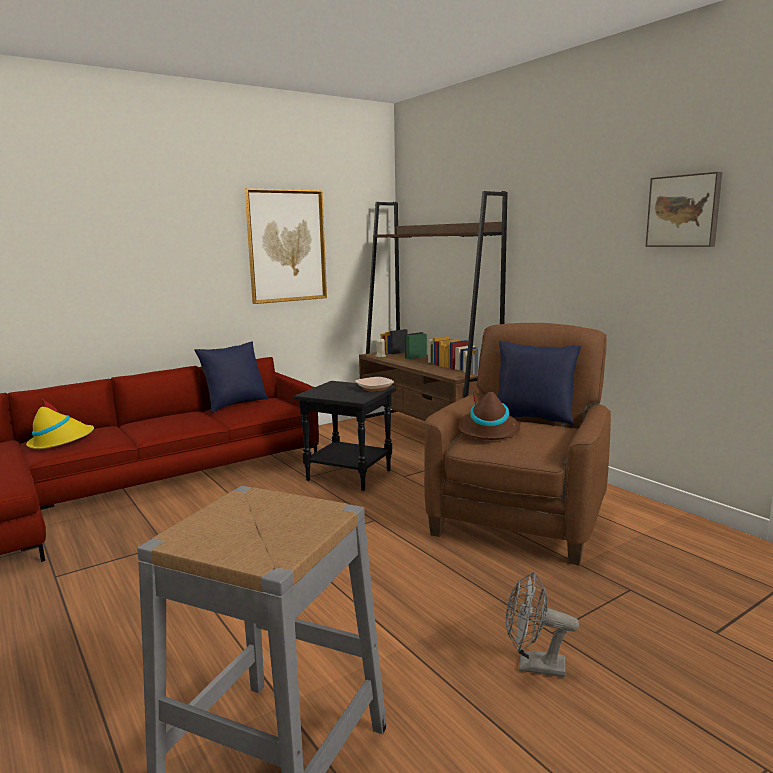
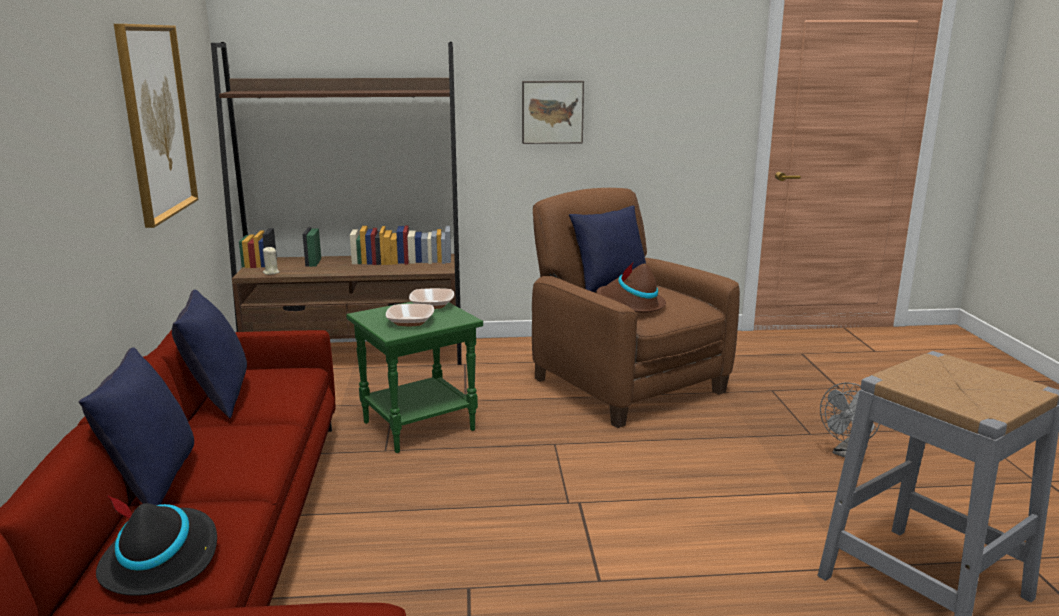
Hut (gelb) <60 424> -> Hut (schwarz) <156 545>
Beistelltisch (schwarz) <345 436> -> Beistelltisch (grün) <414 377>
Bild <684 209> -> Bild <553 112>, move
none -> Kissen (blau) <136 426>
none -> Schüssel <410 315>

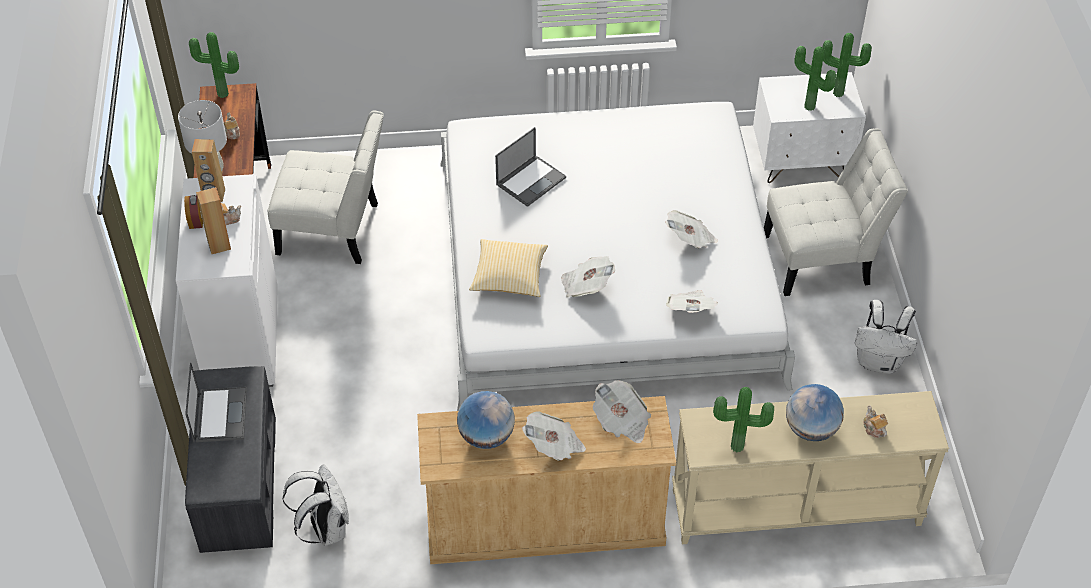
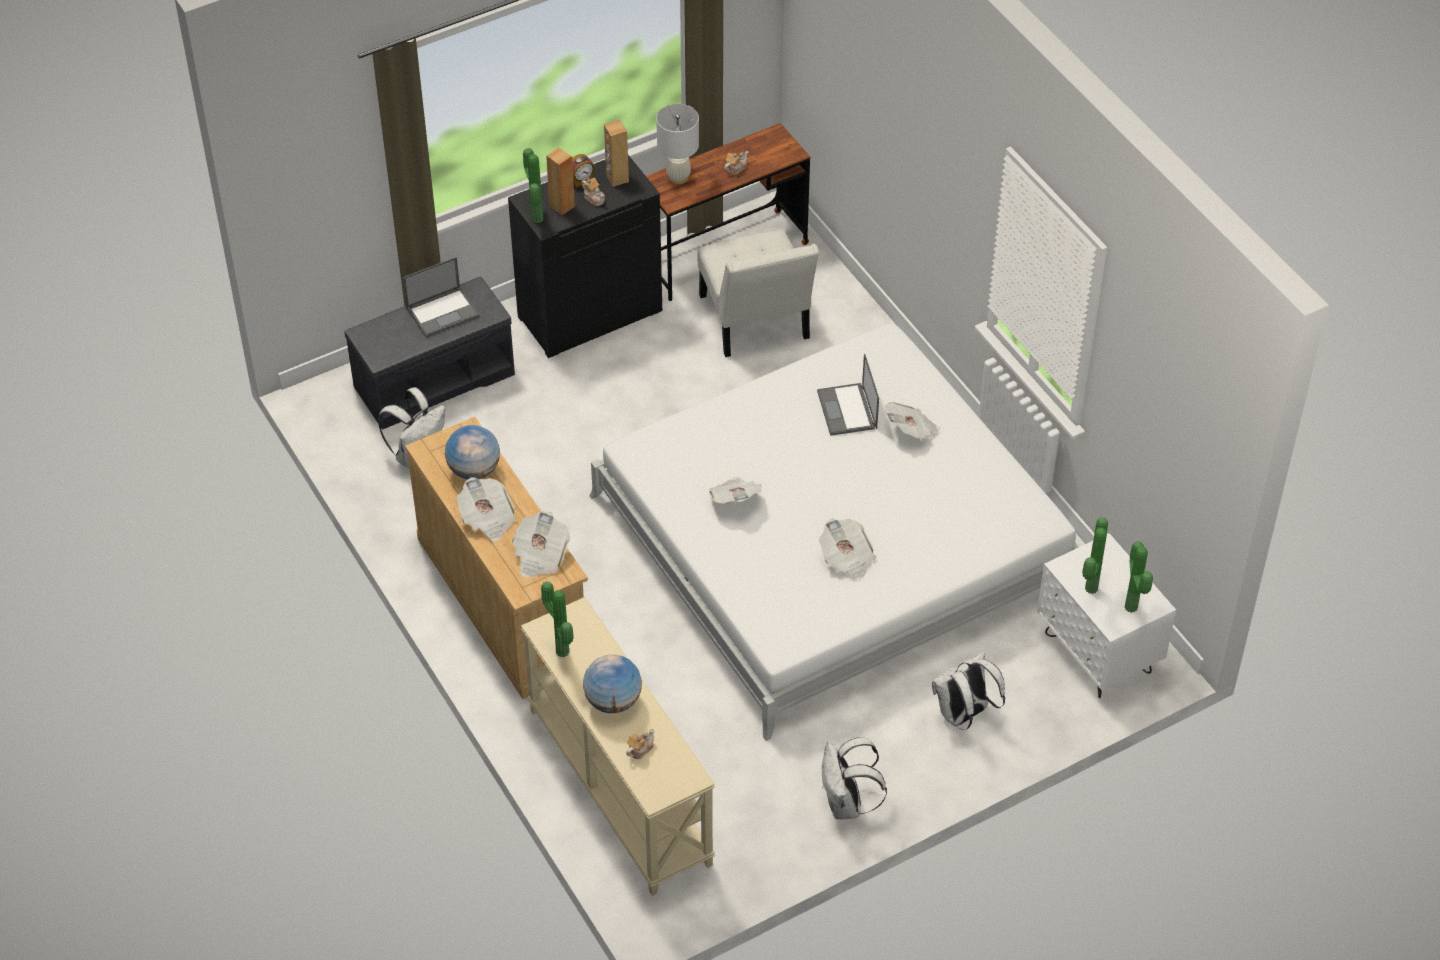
Schrank (weiß) <227 280> -> Schrank (schwarz) <585 256>
Topfpflanze <214 65> -> Topfpflanze <533 185>, move
Kissen <508 268> -> none
Laptop <530 167> -> Laptop <848 395>, 60 degrees clockwise
Zeitung <692 301> -> Zeitung <912 421>, move
Stuhl (weiß) <836 212> -> Rucksack (weiß) <968 690>

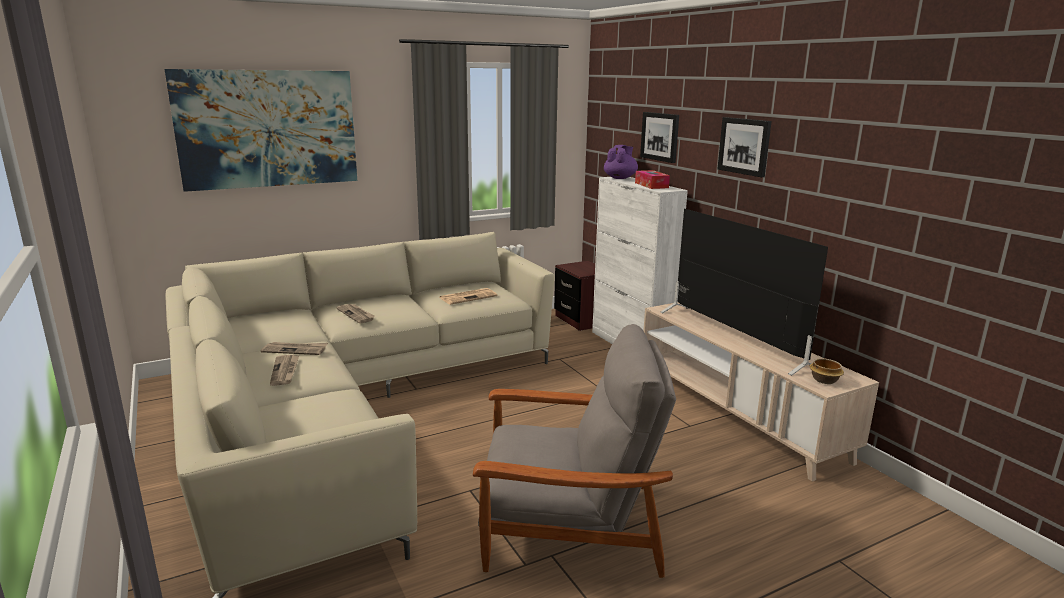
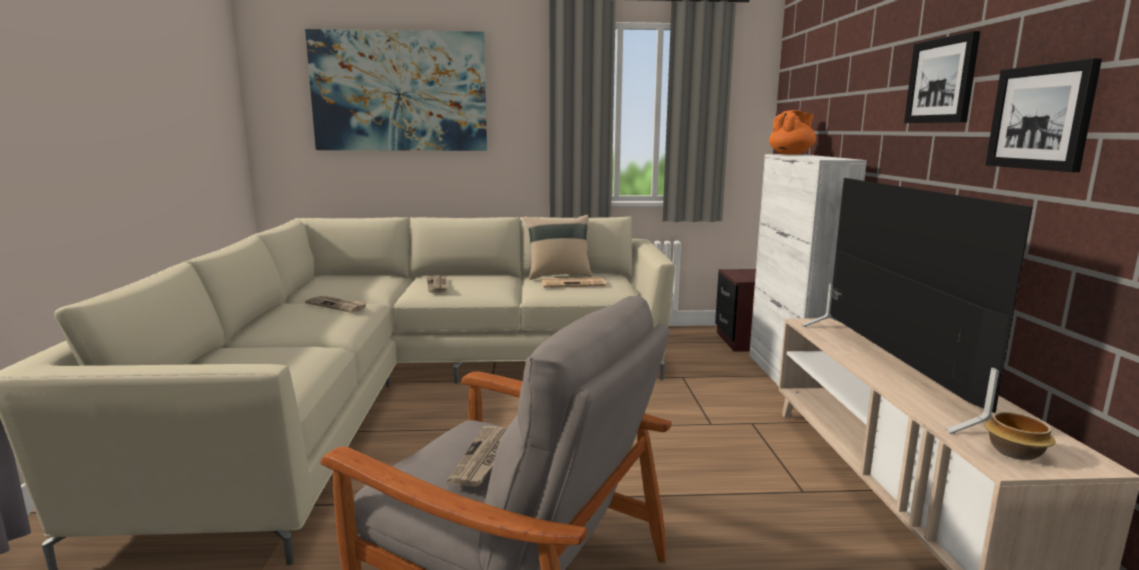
Zeitung <284 370> -> Zeitung <477 456>, move
Teekanne (lila) <621 162> -> Teekanne (orange) <792 132>
Taschentuchbox <652 179> -> none
Bild <659 137> -> Bild <1044 115>, move
none -> Kissen (beige) <558 247>

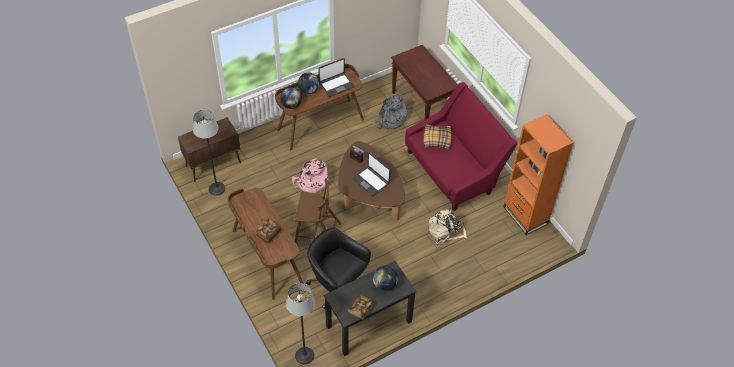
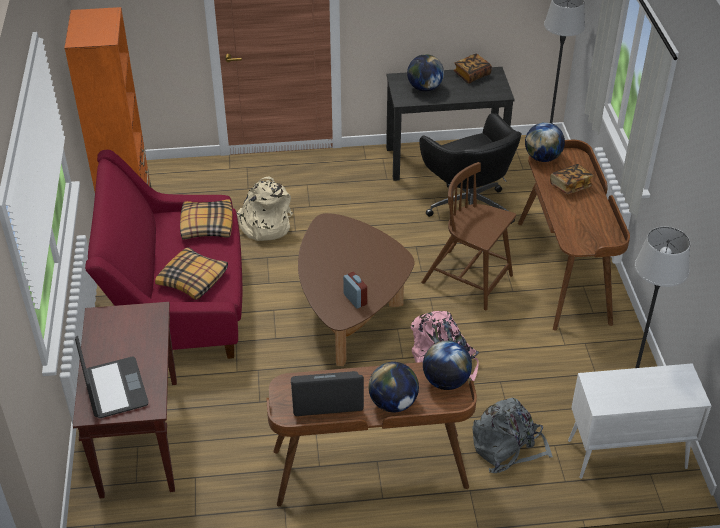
Schrank (braun) <209 149> -> Schrank (weiß) <639 421>
Laptop <371 174> -> Laptop <111 376>, move
Rucksack (grau) <389 111> -> Rucksack (grau) <512 435>, move
none -> Kissen <206 219>
none -> Globus <545 142>

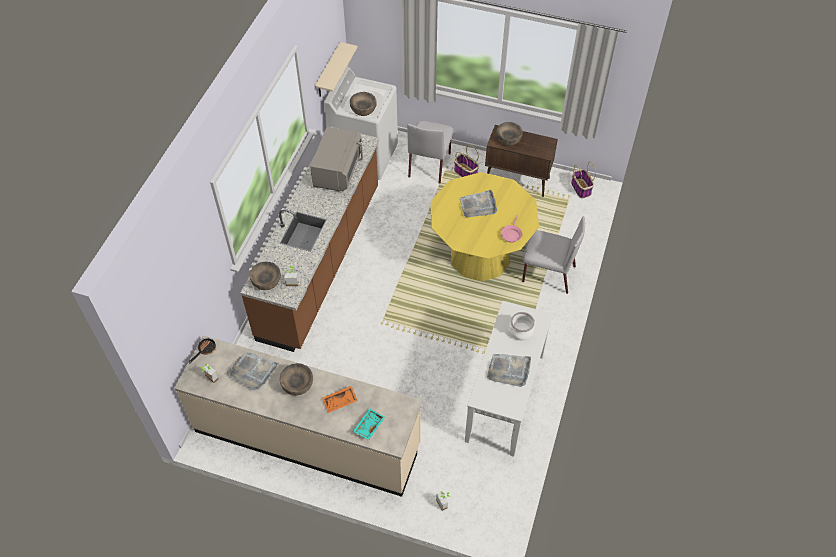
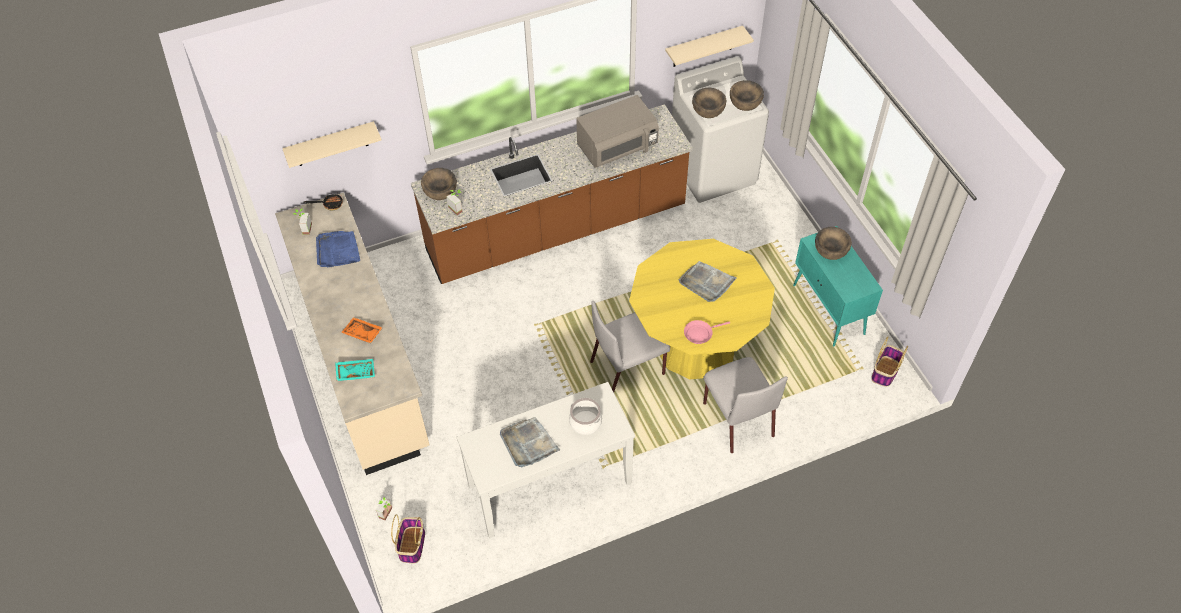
Tablett (grau) <253 371> -> Tablett (blau) <338 249>
Schüssel (braun) <296 379> -> Schüssel (braun) <747 95>, move
Stuhl (grau) <430 152> -> Stuhl (grau) <630 346>, move
Korb <466 161> -> Korb <408 538>, move
Schrank (braun) <521 161> -> Schrank (türkis) <838 286>
none -> Wandregal (beige) <332 144>

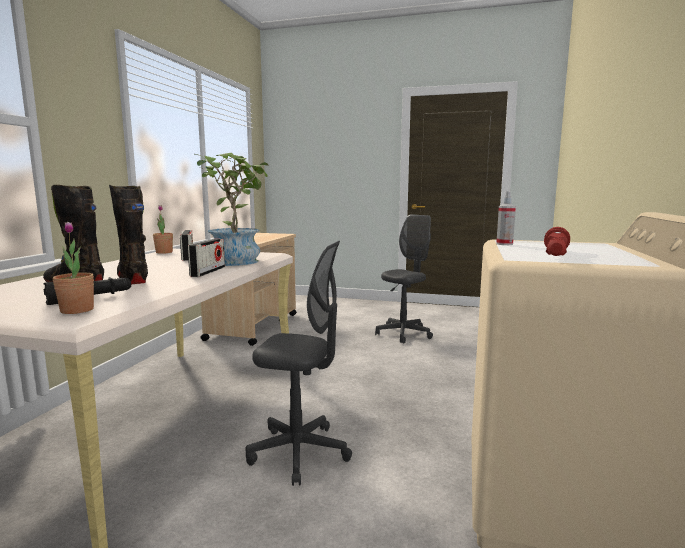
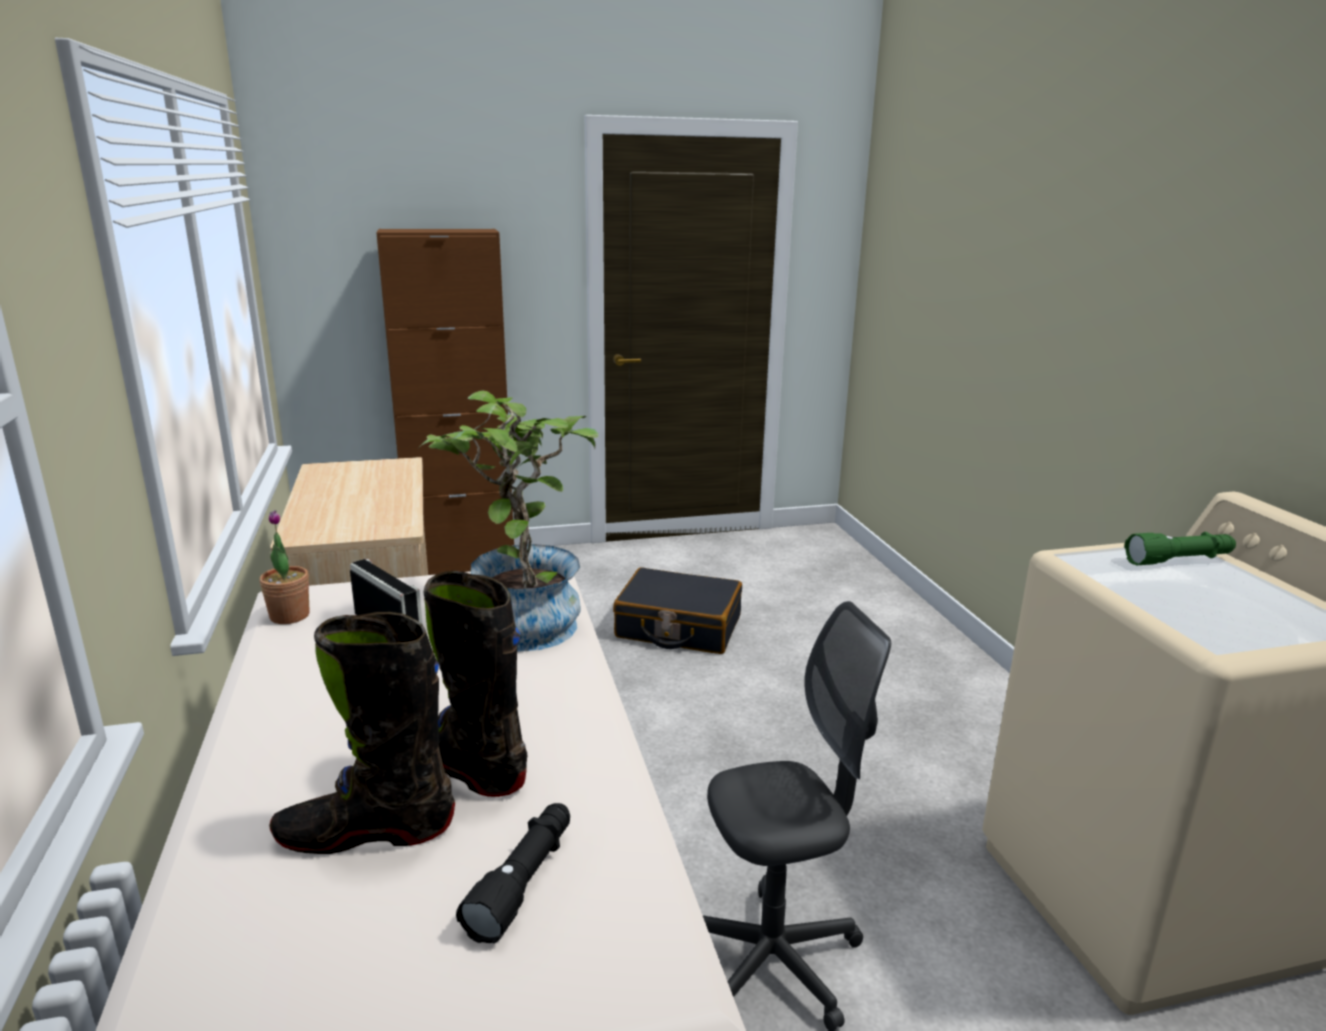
Topfpflanze <73 268> -> none
Radio <206 258> -> none
Bürostuhl (grau) <404 278> -> Koffer (schwarz) <677 610>
Sprühflasche <506 218> -> none
Taschenlampe (rot) <557 241> -> none
none -> Schrank (braun) <445 402>
none -> Taschenlampe (grün) <1180 548>

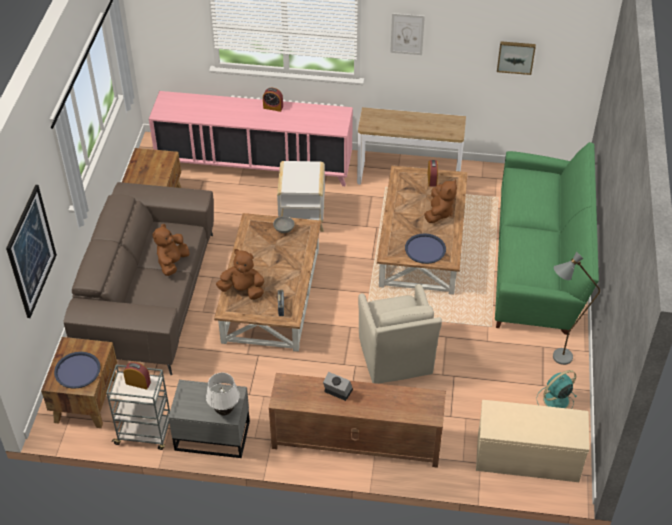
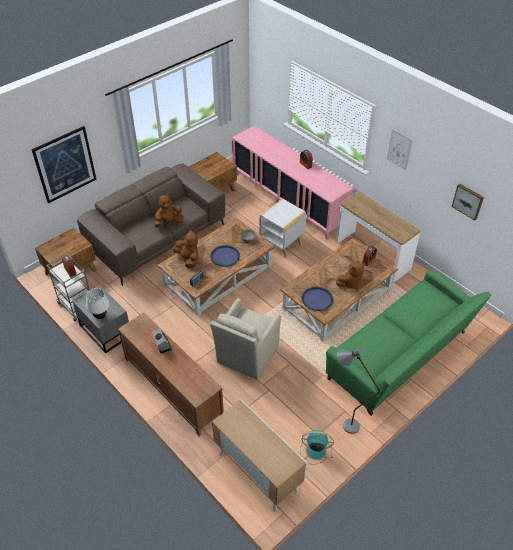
Tablett (blau) <77 370> -> Tablett (blau) <225 256>, move
Bank (beige) <532 441> -> Schrank <259 455>

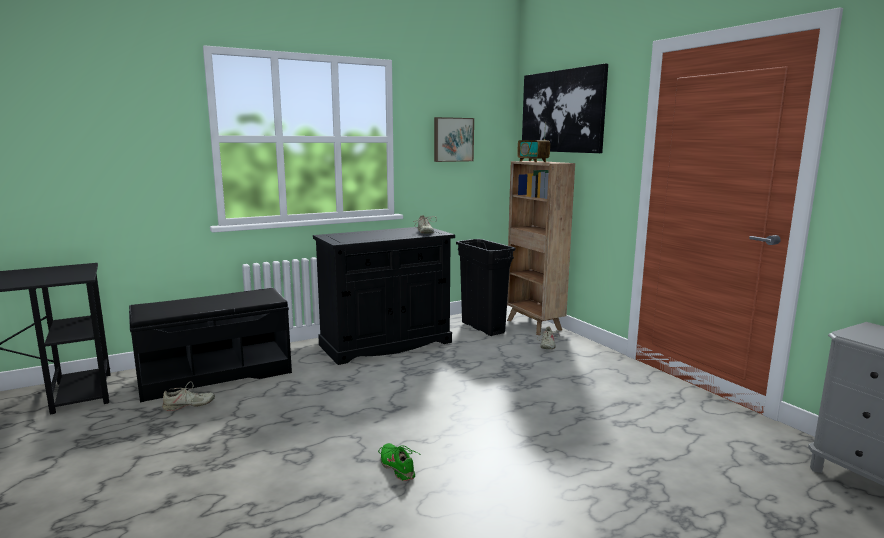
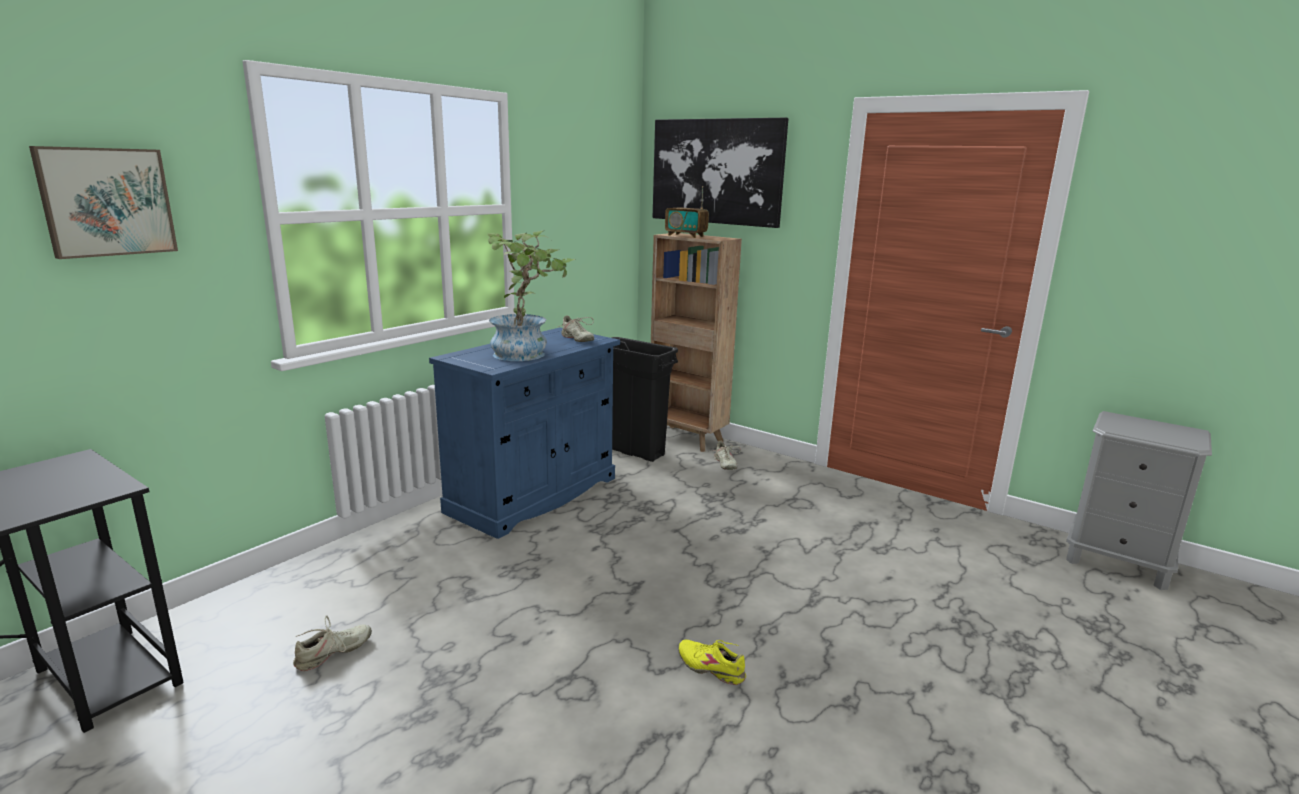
Bank (schwarz) <210 345> -> none
Schrank (schwarz) <384 296> -> Schrank (blau) <524 433>
Schuh (grün) <399 462> -> Schuh (gelb) <712 662>
Bild <454 139> -> Bild <103 202>, move
none -> Topfpflanze <531 295>

